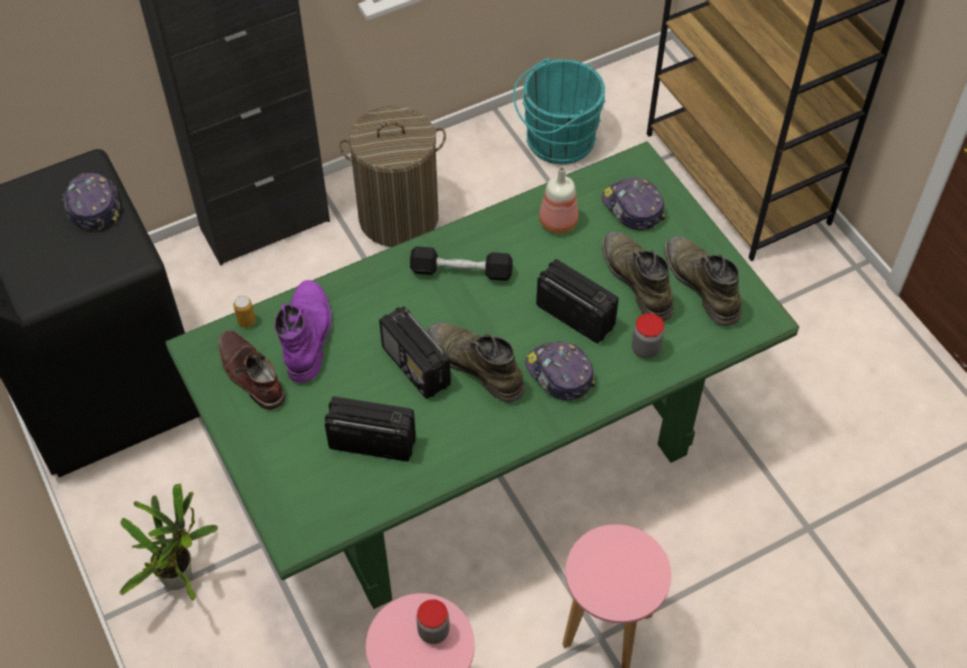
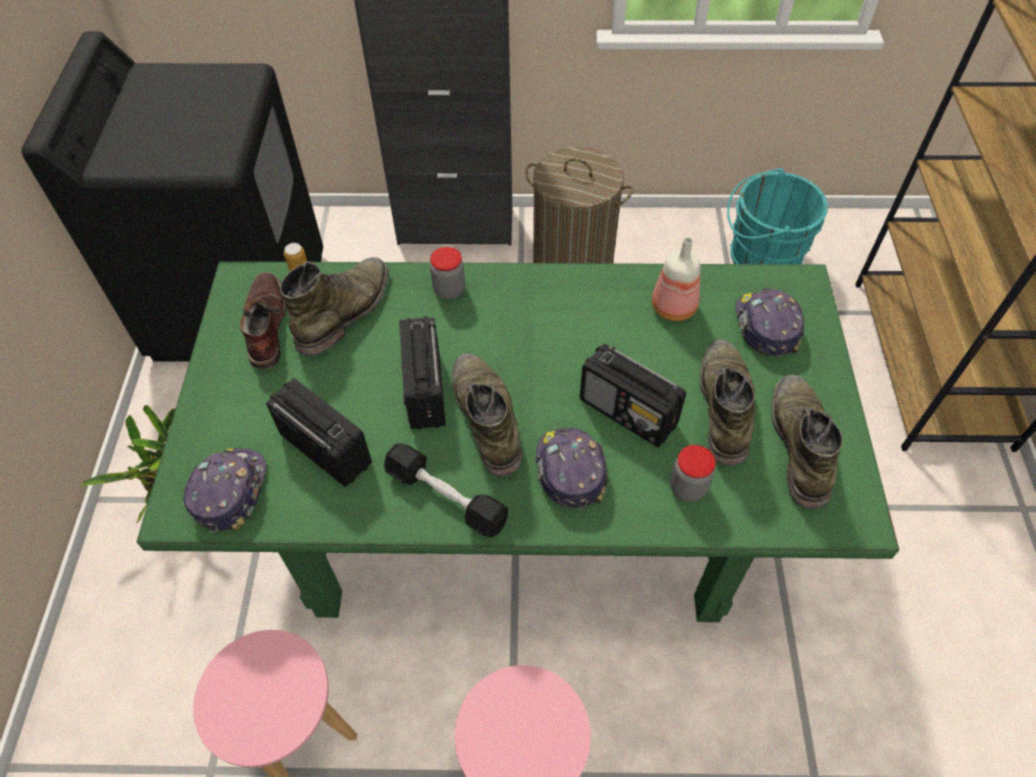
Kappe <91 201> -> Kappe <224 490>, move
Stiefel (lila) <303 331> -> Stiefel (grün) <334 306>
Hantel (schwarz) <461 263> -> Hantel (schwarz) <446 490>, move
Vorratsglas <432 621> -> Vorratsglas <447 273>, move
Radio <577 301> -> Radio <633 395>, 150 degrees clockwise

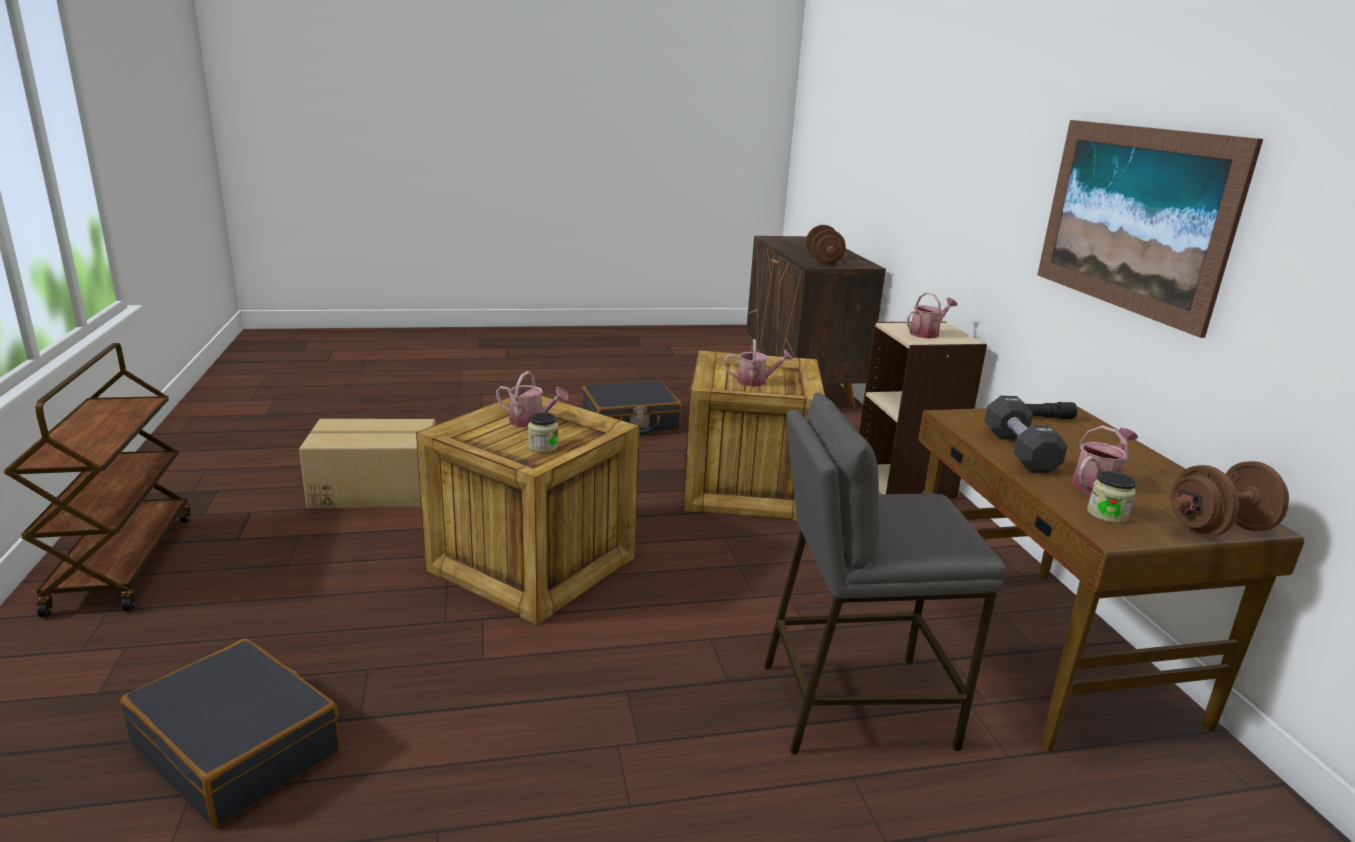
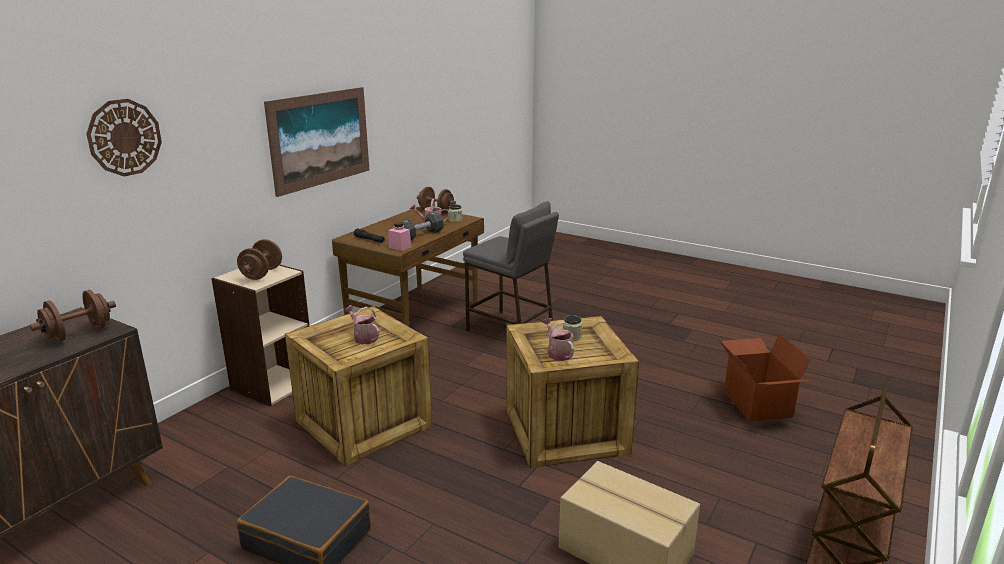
Koffer (schwarz) <230 732> -> Karton <765 377>
Gießkanne <931 315> -> Hantel (braun) <259 259>
none -> Wanduhr <124 138>
none -> Vorratsglas (rosa) <399 236>

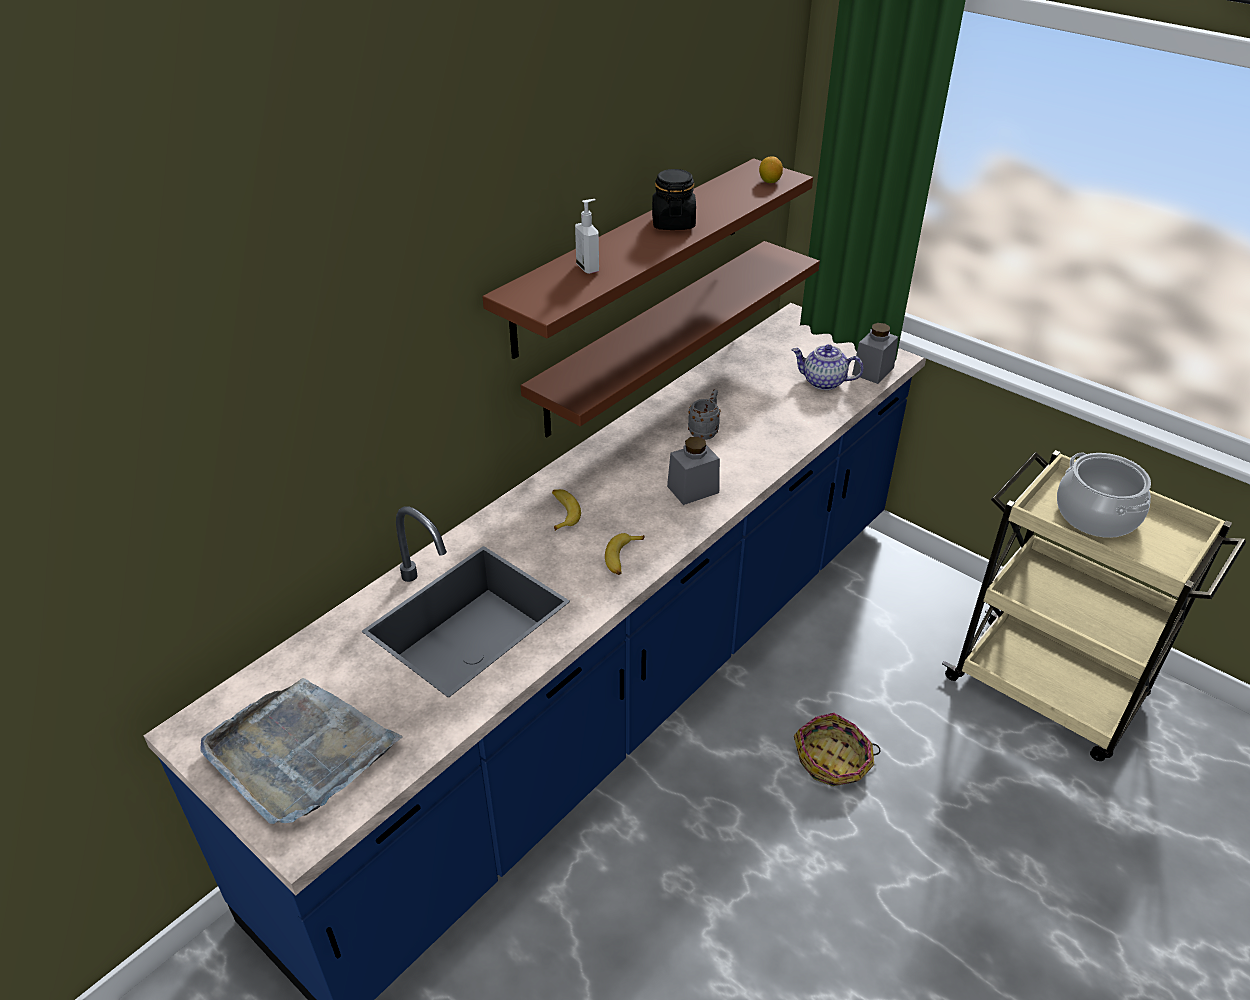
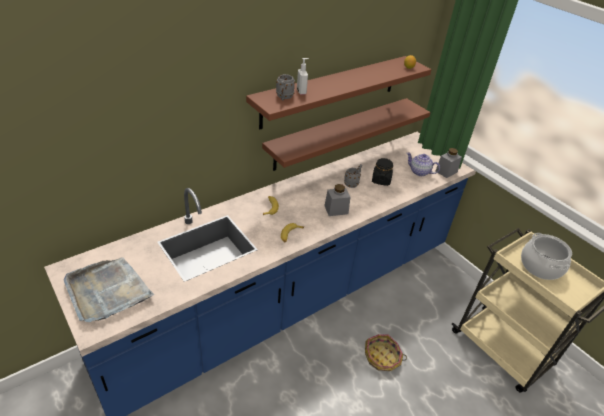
Vorratsglas (schwarz) <674 199> -> Vorratsglas (schwarz) <382 172>, move
none -> Henkelbecher (grau) <285 87>

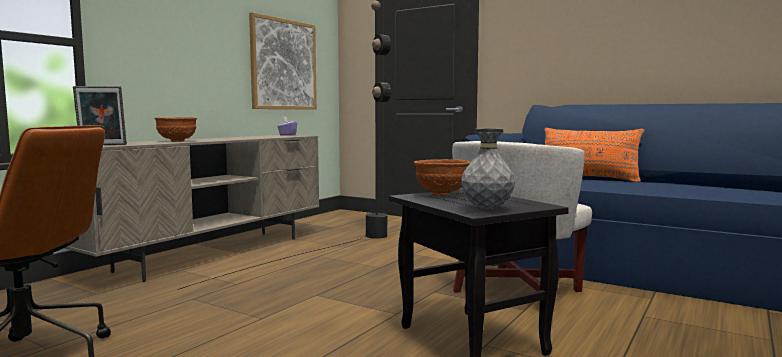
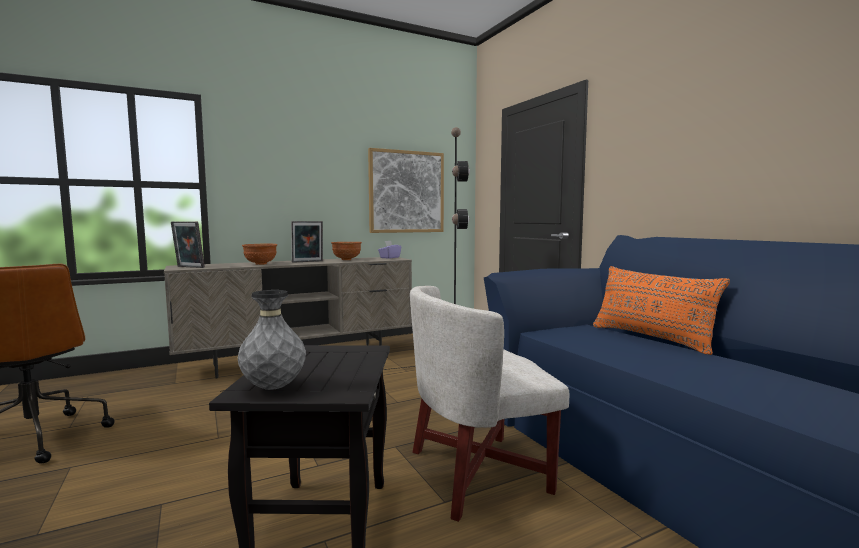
Schüssel (braun) <442 177> -> Schüssel (braun) <346 251>, move
none -> Bilderrahmen <307 242>

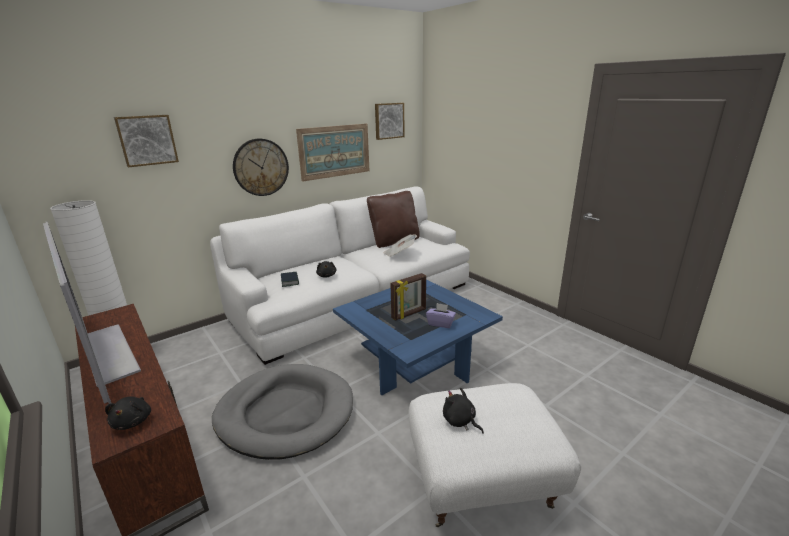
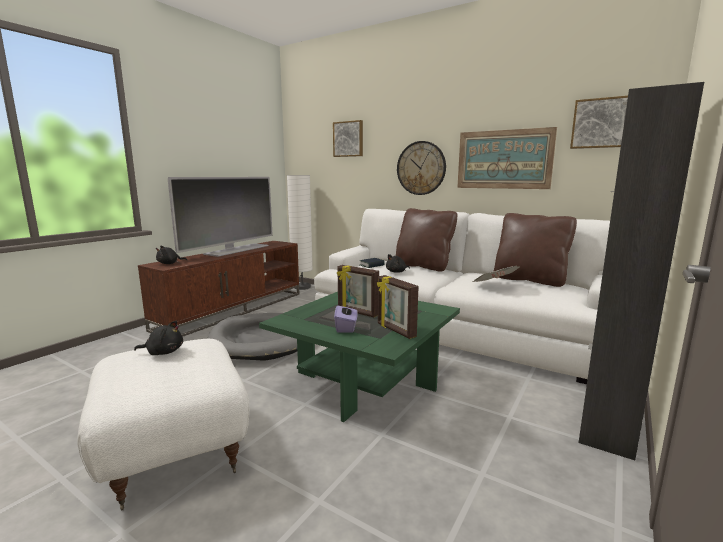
Couchtisch (blau) <418 337> -> Couchtisch (grün) <359 357>
Plüschtier (schwarz) <463 411> -> Plüschtier (schwarz) <158 338>, 60 degrees clockwise
none -> Bilderrahmen <398 307>
none -> Kissen (braun) <426 240>
none -> Schrank (schwarz) <641 271>

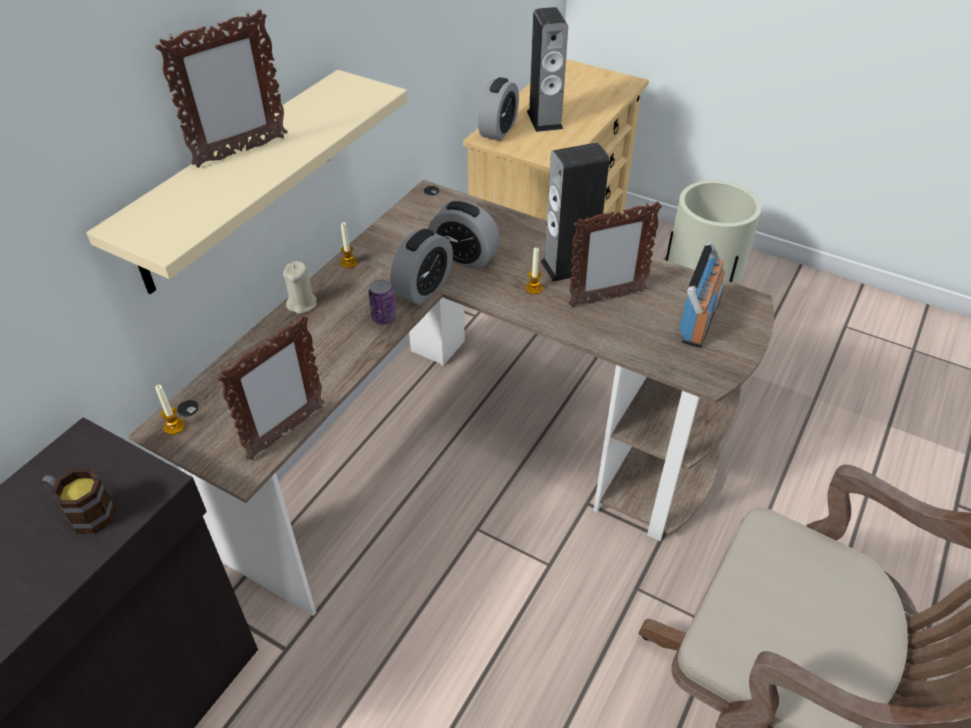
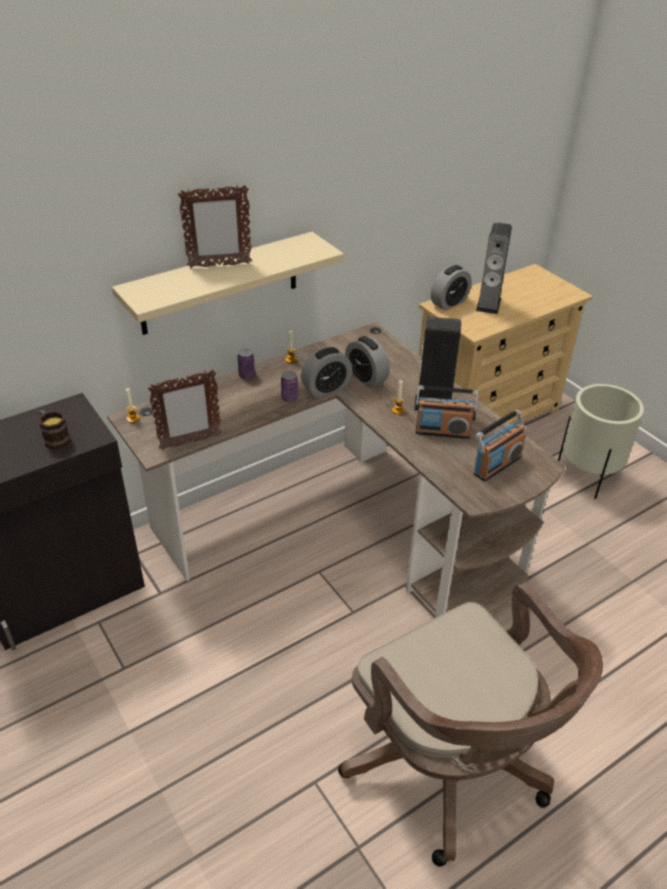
Kerze (beige) <299 287> -> Dose <246 364>
Bilderrahmen <615 255> -> Radio <446 412>

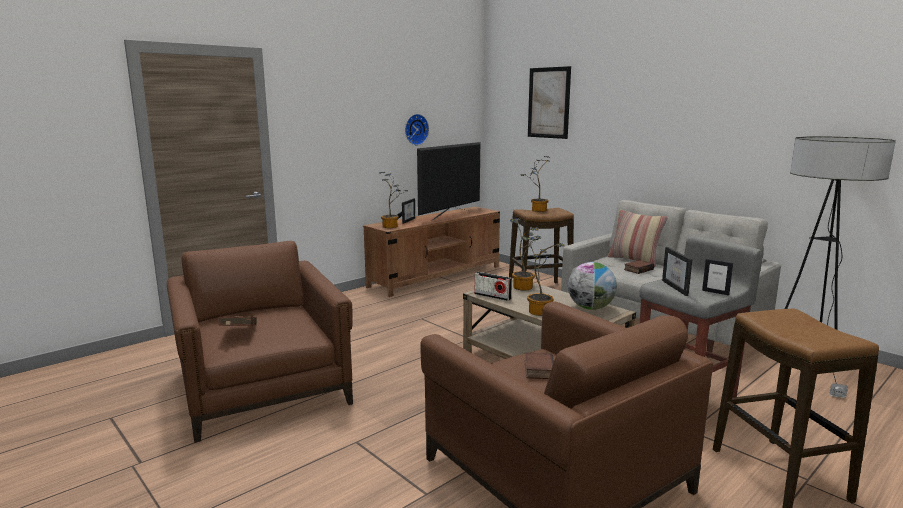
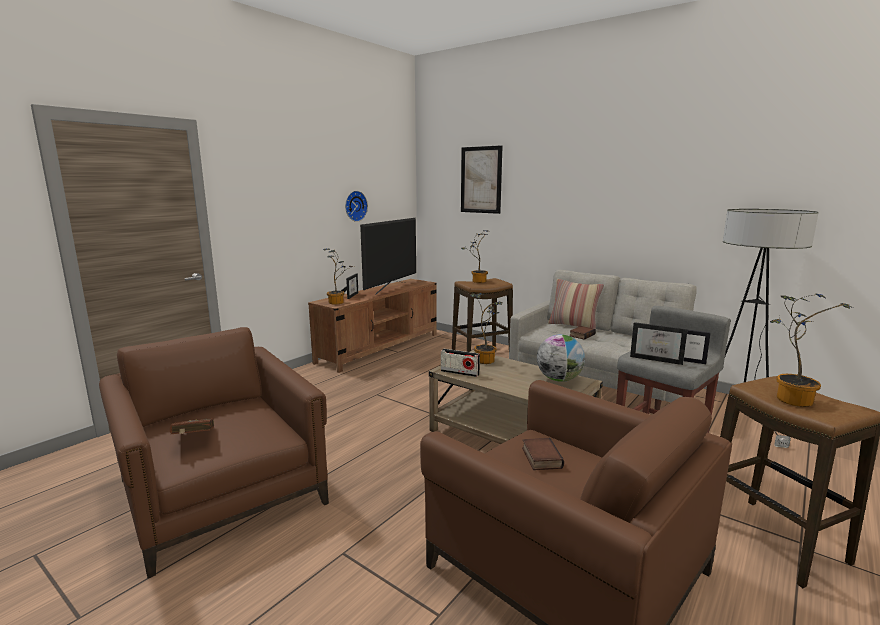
Topfpflanze <543 275> -> Topfpflanze <810 350>, move
Bilderrahmen <677 271> -> Bilderrahmen <659 343>, 45 degrees counterclockwise

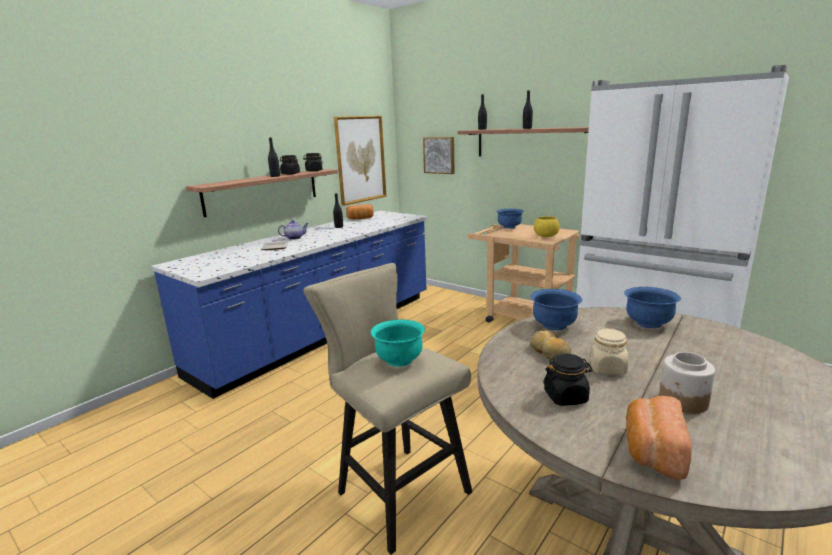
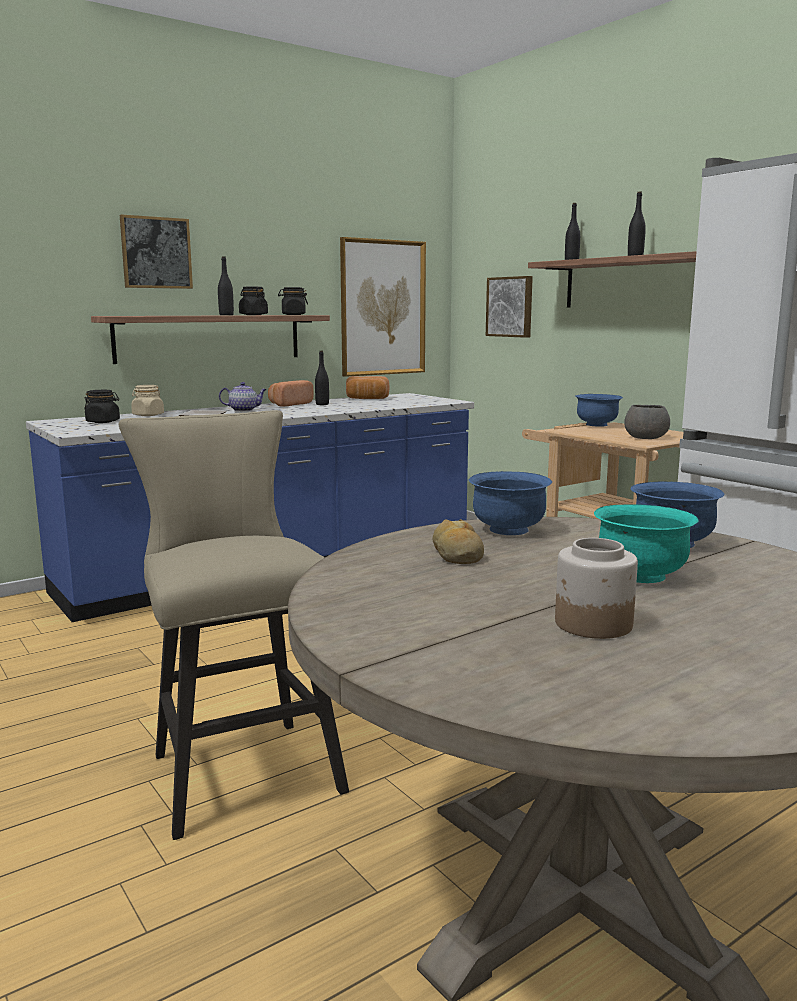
Schüssel (türkis) <398 343> -> Schüssel (türkis) <646 543>, move
Schüssel (gelb) <547 226> -> Schüssel (grau) <647 422>
Vorratsglas (schwarz) <567 379> -> Vorratsglas (schwarz) <102 406>, move
Vorratsglas (beige) <609 351> -> Vorratsglas (beige) <147 400>, move
Brot <659 438> -> Brot <290 393>, move
none -> Bild <156 251>

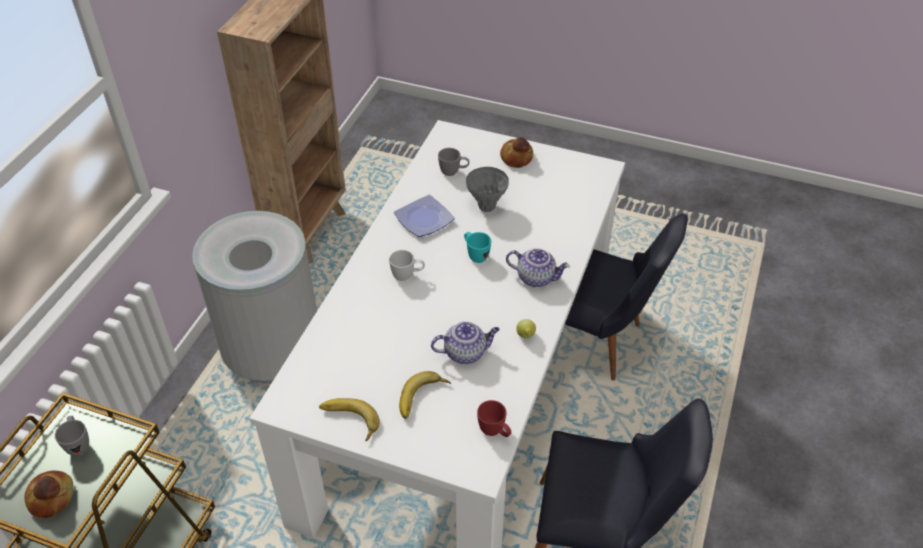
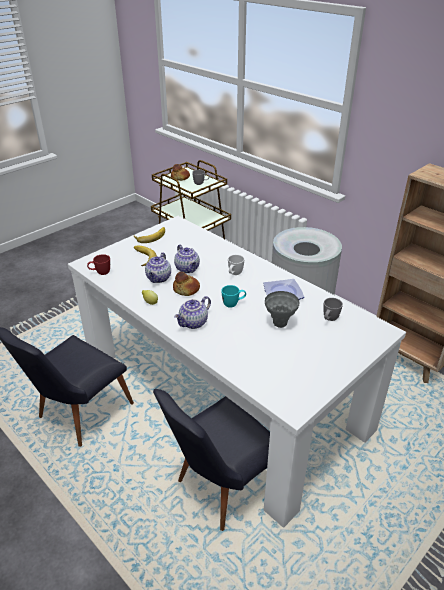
Brot <516 152> -> Brot <186 284>, move
none -> Teekanne <187 258>

